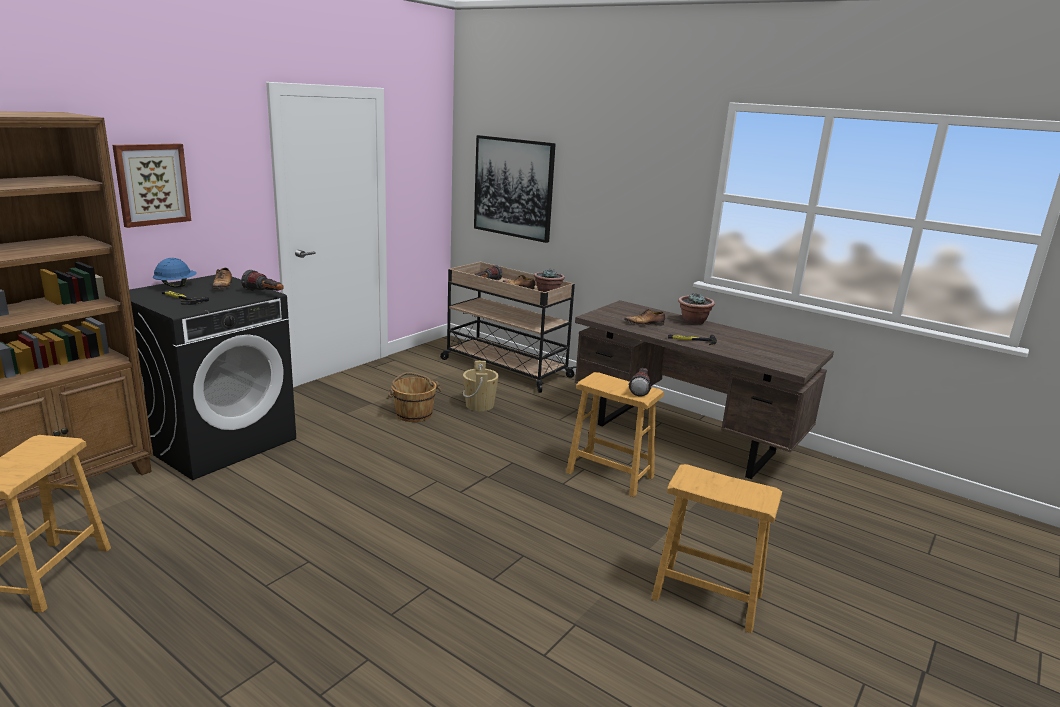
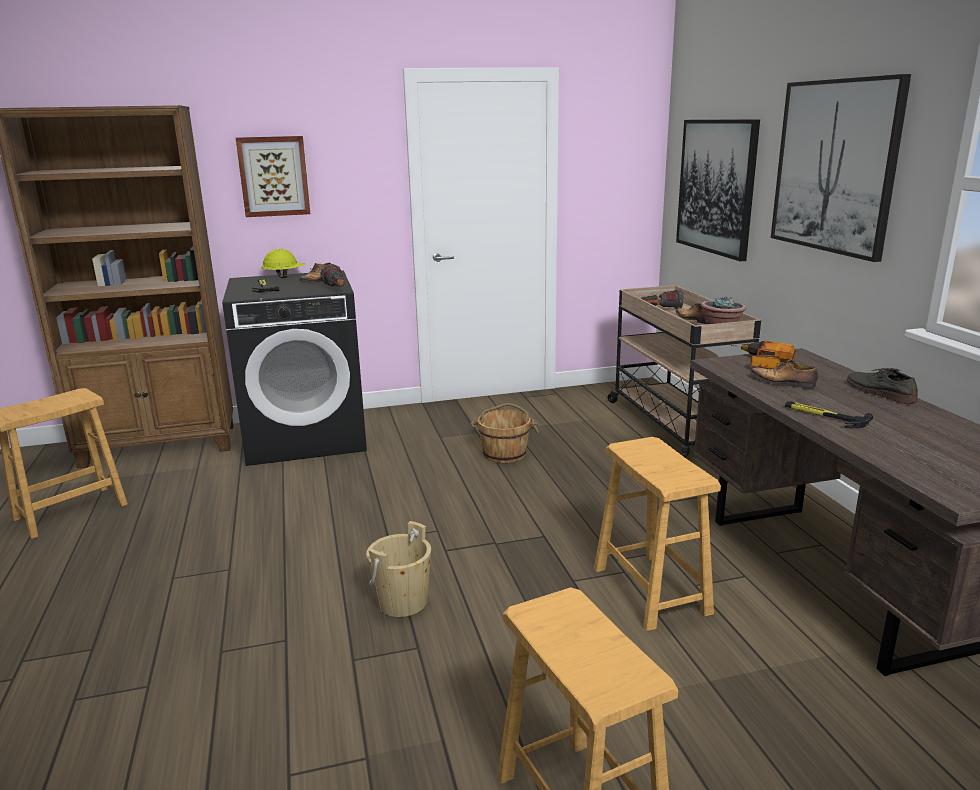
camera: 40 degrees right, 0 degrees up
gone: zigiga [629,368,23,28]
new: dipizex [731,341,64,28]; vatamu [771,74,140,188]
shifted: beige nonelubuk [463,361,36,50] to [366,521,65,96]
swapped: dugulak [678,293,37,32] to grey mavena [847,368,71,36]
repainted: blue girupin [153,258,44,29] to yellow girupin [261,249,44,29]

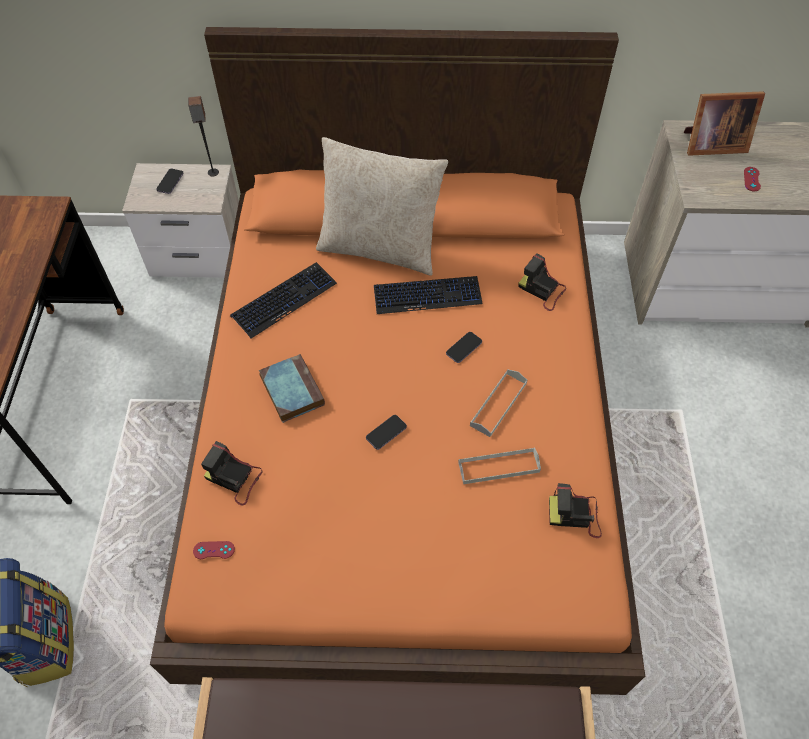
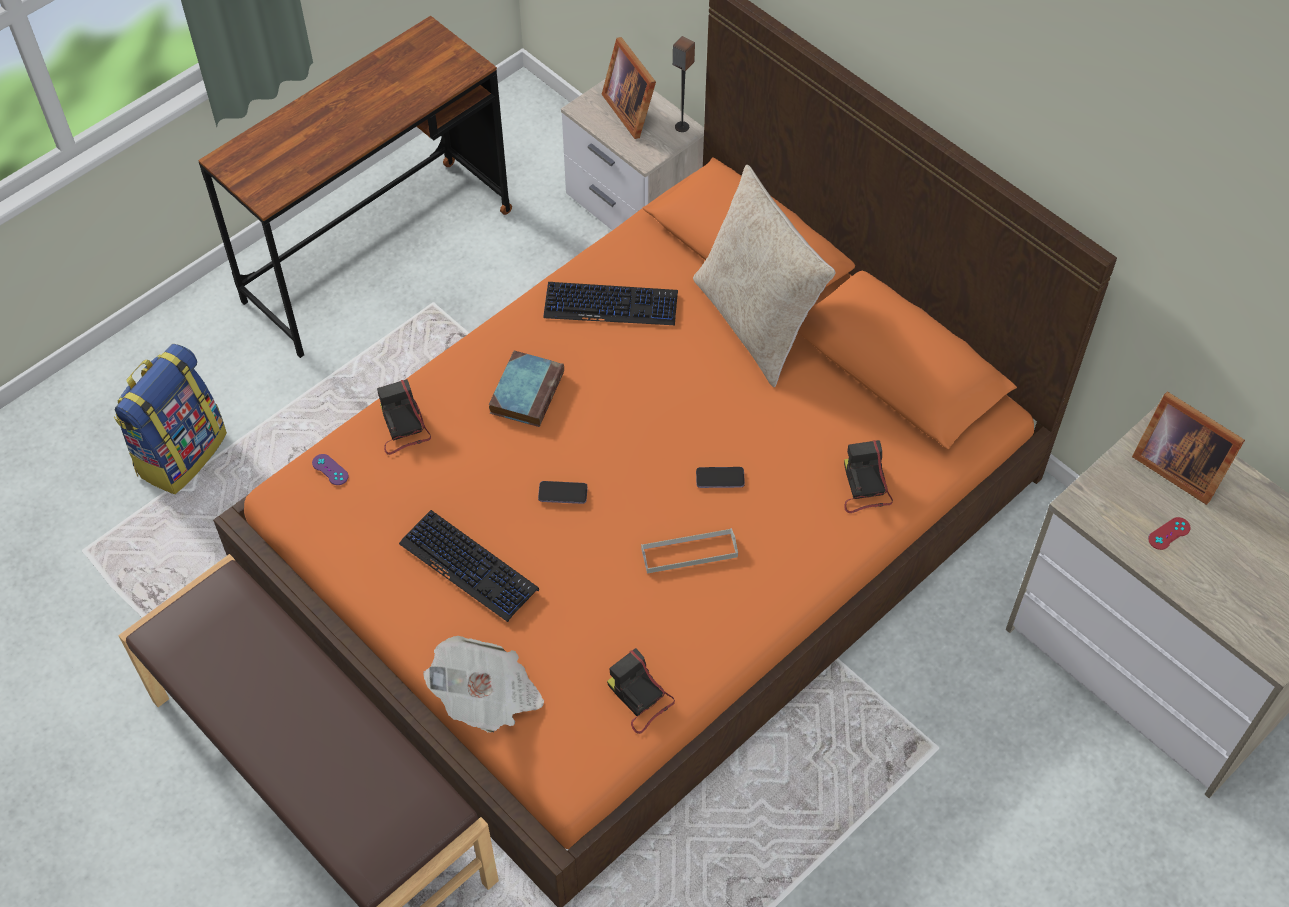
camera: 45 degrees right, 0 degrees up
gone: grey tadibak [458,447,83,37]
new: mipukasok [423,636,121,96]
shifted: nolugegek [374,276,108,38] to [399,510,140,112]
swapped: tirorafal [156,169,28,25] to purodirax [602,37,54,102]
repainted: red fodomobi [193,541,42,18] to purple fodomobi [312,454,36,31]

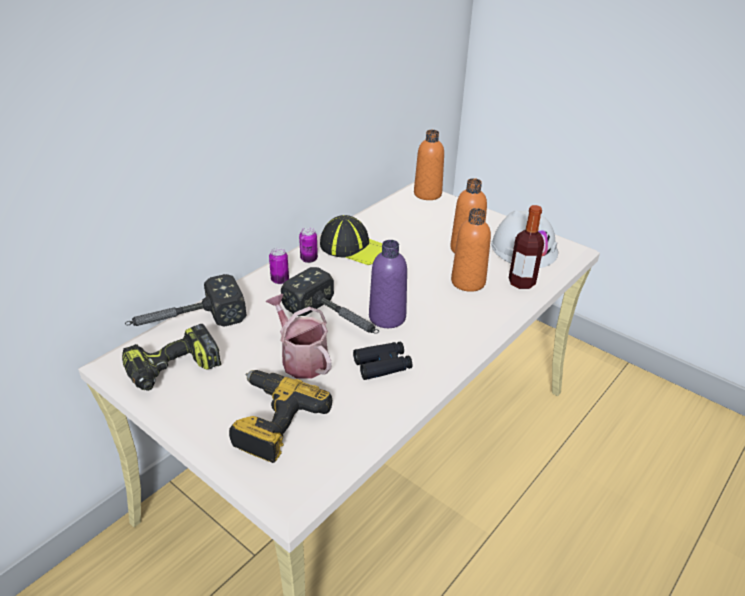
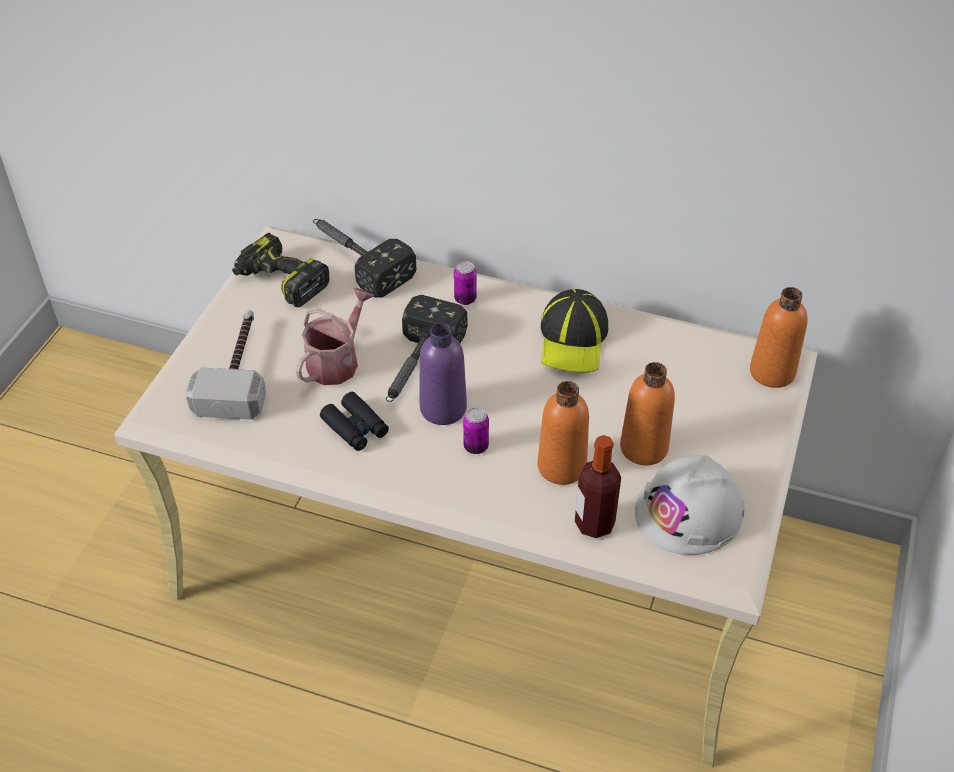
camera: 70 degrees right, 10 degrees up
shifted: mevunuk [299,227,19,36] to [463,407,26,47]
swapped: dipizex [229,370,103,93] to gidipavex [186,310,80,110]

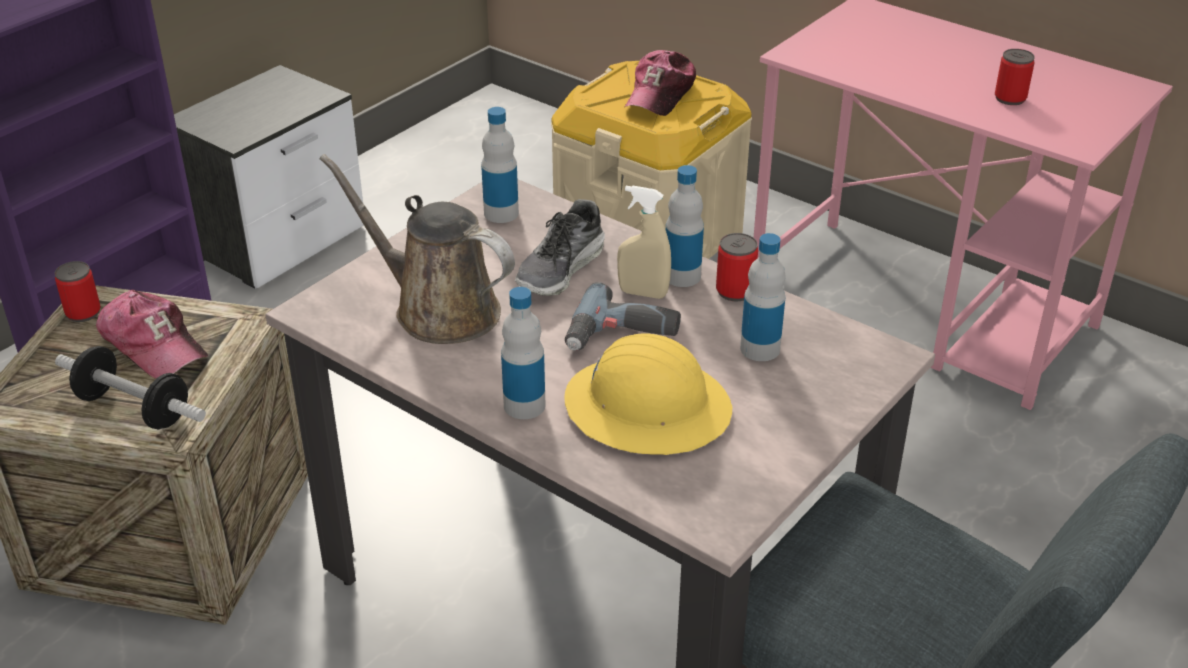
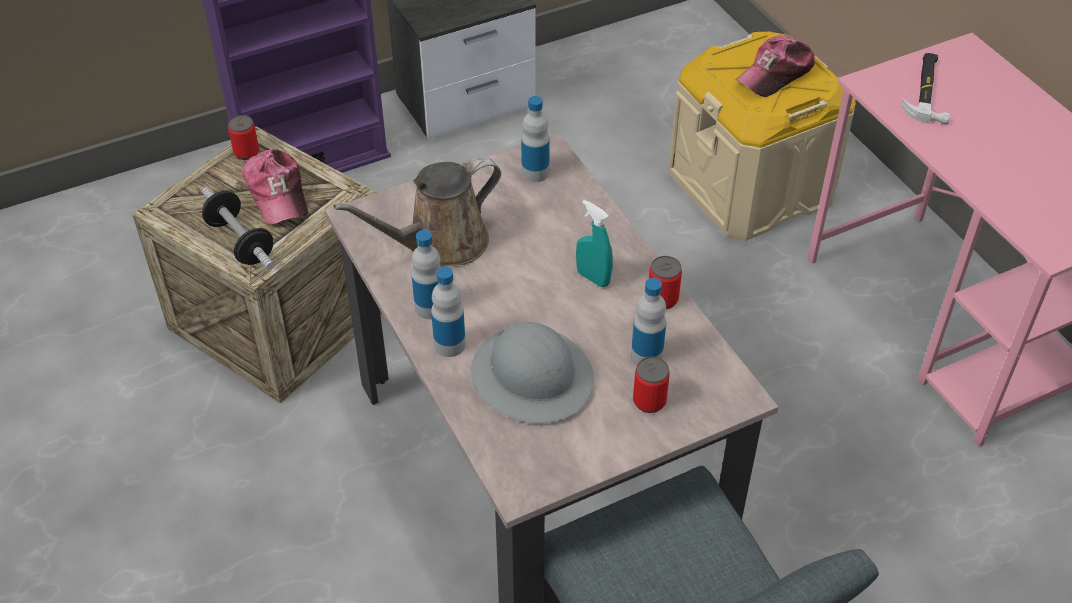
camera: 25 degrees right, 10 degrees up
gone: mavena [515,199,90,97]; dipizex [565,282,116,68]
new: gidipavex [902,53,48,72]
shifted: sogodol [666,165,38,122] to [411,230,30,89]; mevunuk [995,49,40,56] to [633,357,37,56]
repainted: yellow girupin [564,333,168,122] to grey girupin [471,322,123,102]; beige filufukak [617,186,54,113] to turquoise filufukak [576,200,37,87]
rotated: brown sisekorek [319,154,196,190] = [333,157,168,109] 90 degrees counterclockwise

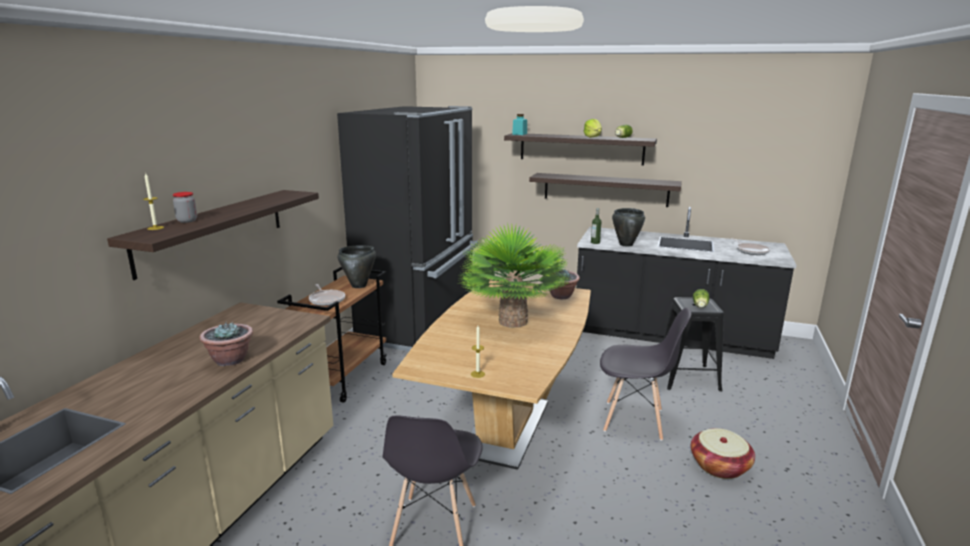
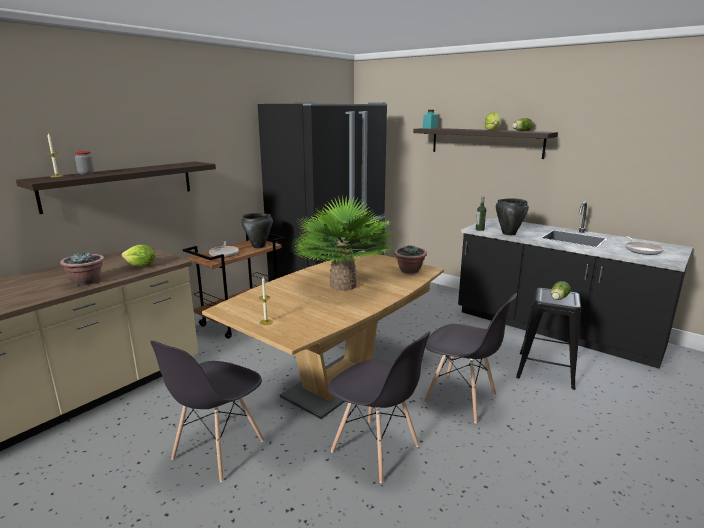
camera: 20 degrees right, 0 degrees up
gone: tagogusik [529,173,153,34]; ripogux [691,428,64,51]
new: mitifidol [121,245,35,21]; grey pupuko [328,331,103,152]

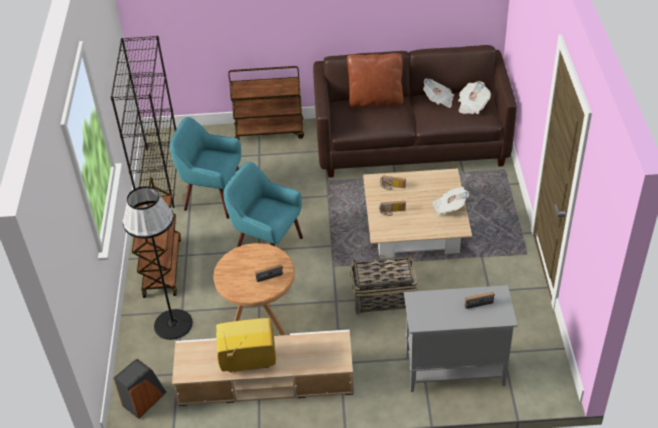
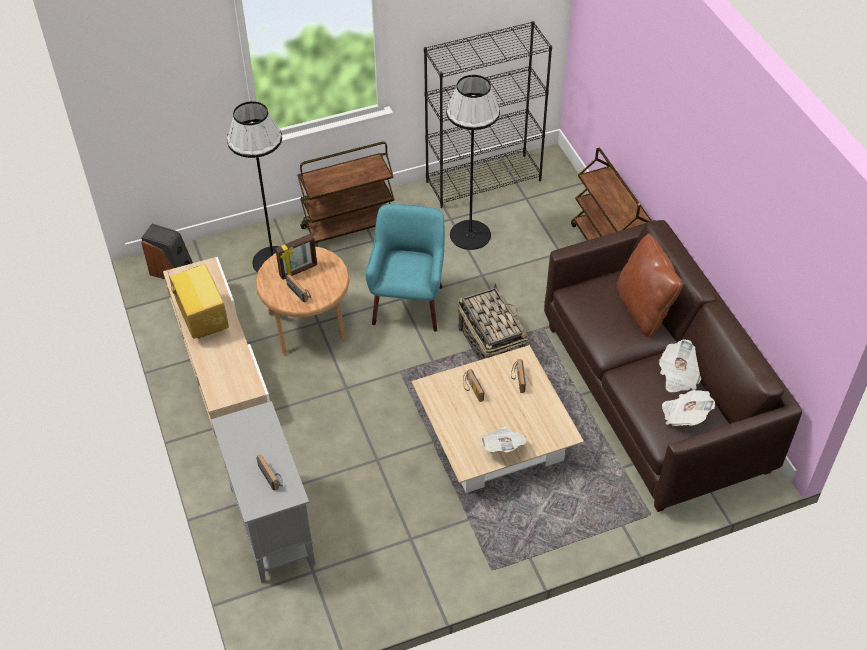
camera: 70 degrees right, 5 degrees up
new: purodirax [275,234,42,46]
shifted: ripogux [350,254,67,61] to [458,284,71,76]
swapped: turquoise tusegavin [170,117,71,102] to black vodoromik [446,75,54,175]

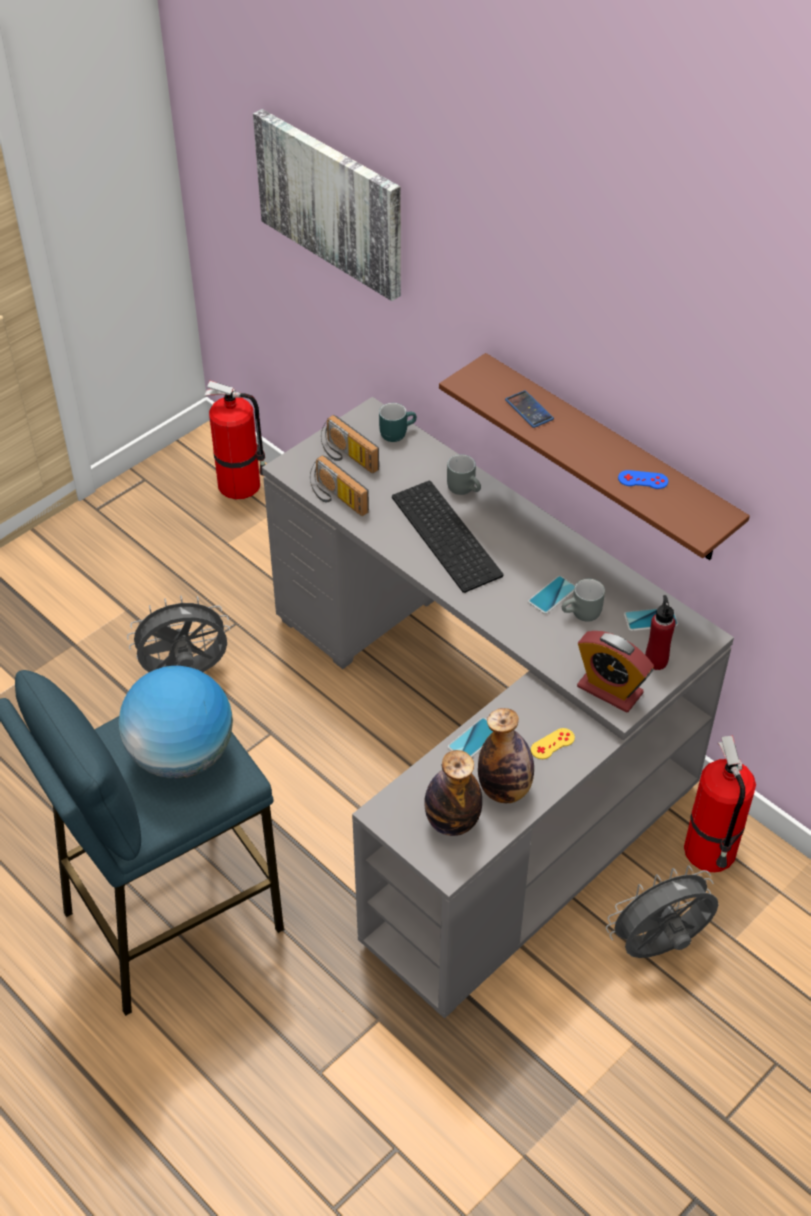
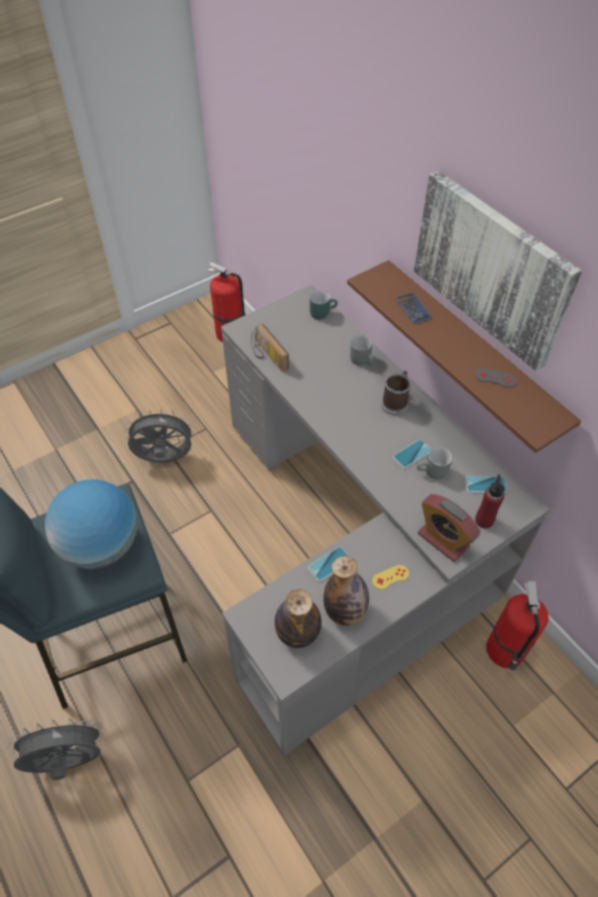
camera: 10 degrees right, 5 degrees up
gone: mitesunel [321,415,58,58]; nolugegek [392,481,111,112]
new: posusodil [381,371,30,44]
shifted: vatamu [253,109,148,192] to [414,171,168,200]; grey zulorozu [606,865,113,93] to [8,718,98,62]
repainted: blue fodomobi [618,470,50,19] to grey fodomobi [475,368,41,20]

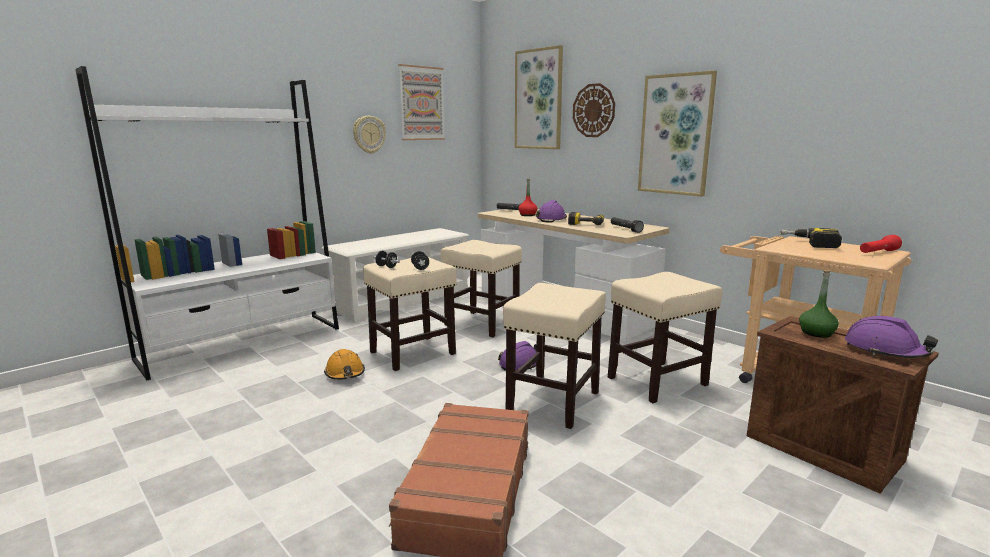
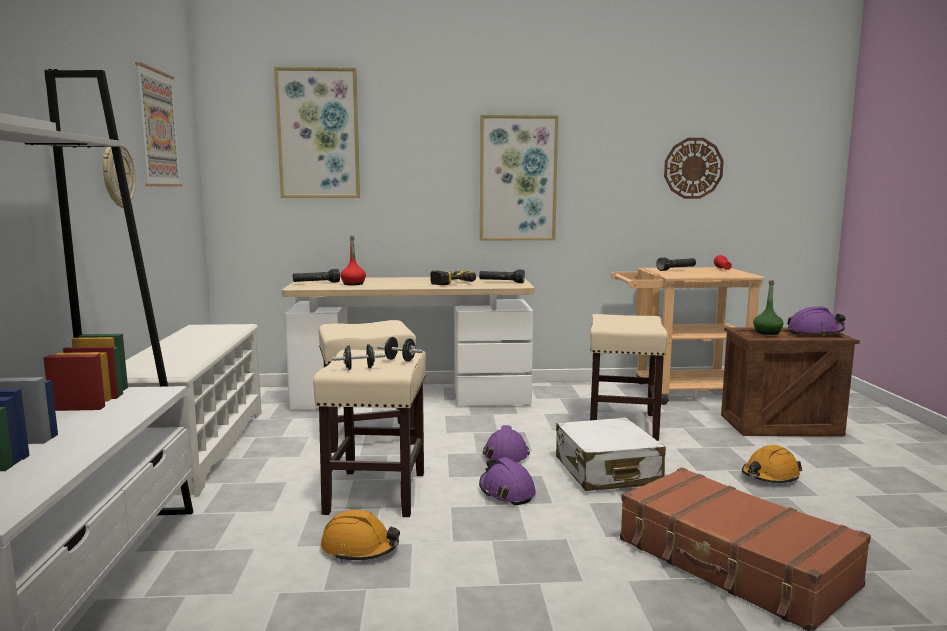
camera: 50 degrees left, 5 degrees down
new: orange girupin [742,445,60,38]
shifted: purple girupin [536,200,31,23] to [479,457,57,48]; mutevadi [573,83,42,54] to [664,138,60,61]
swapped: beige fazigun [503,283,103,146] to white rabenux [556,417,110,74]; dipizex [781,228,61,20] to black zigiga [656,257,40,14]

